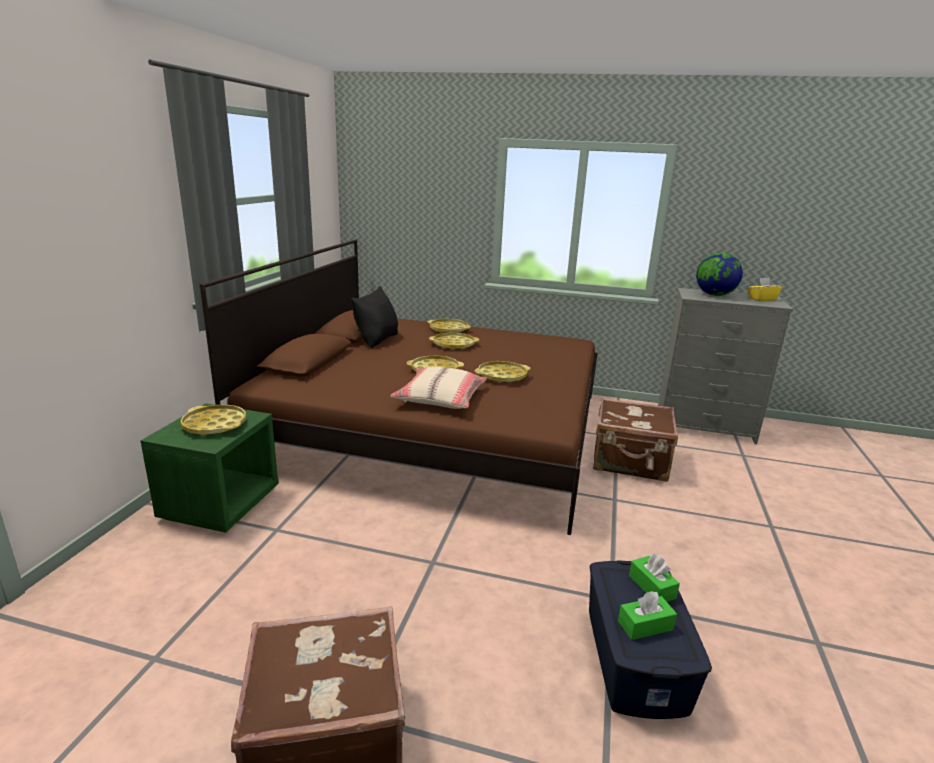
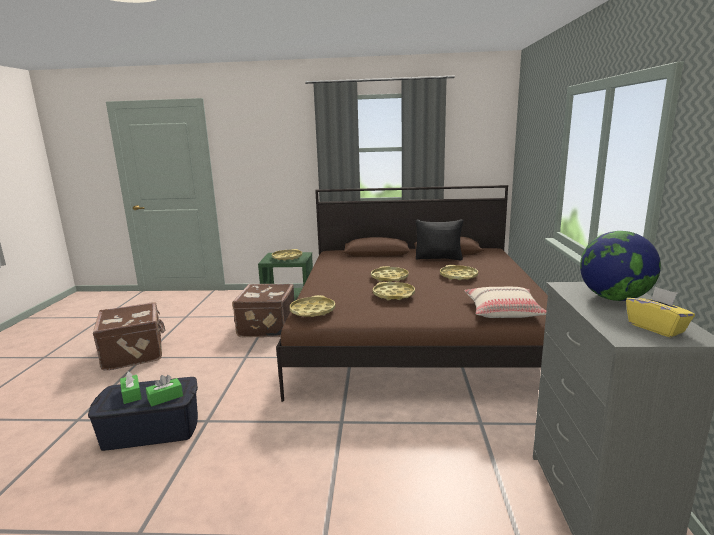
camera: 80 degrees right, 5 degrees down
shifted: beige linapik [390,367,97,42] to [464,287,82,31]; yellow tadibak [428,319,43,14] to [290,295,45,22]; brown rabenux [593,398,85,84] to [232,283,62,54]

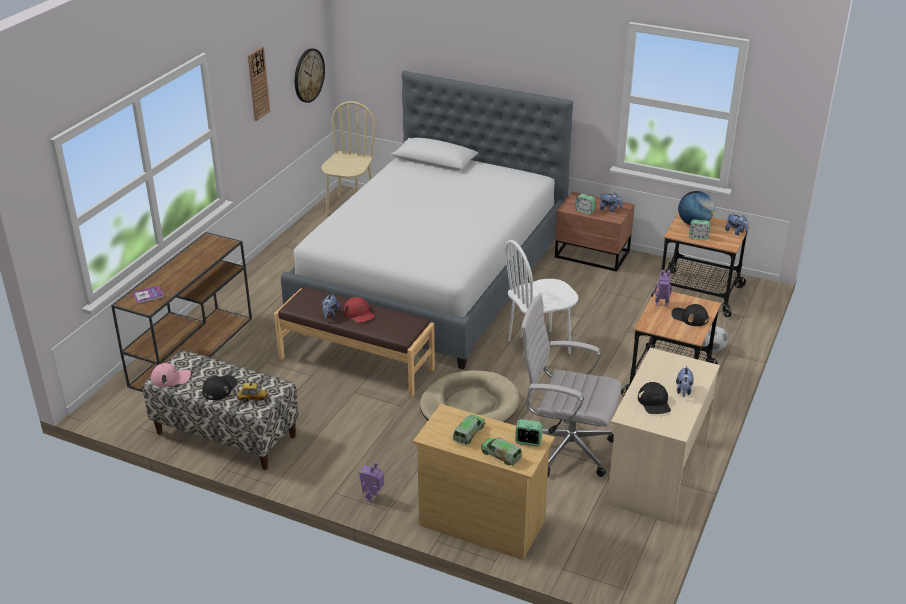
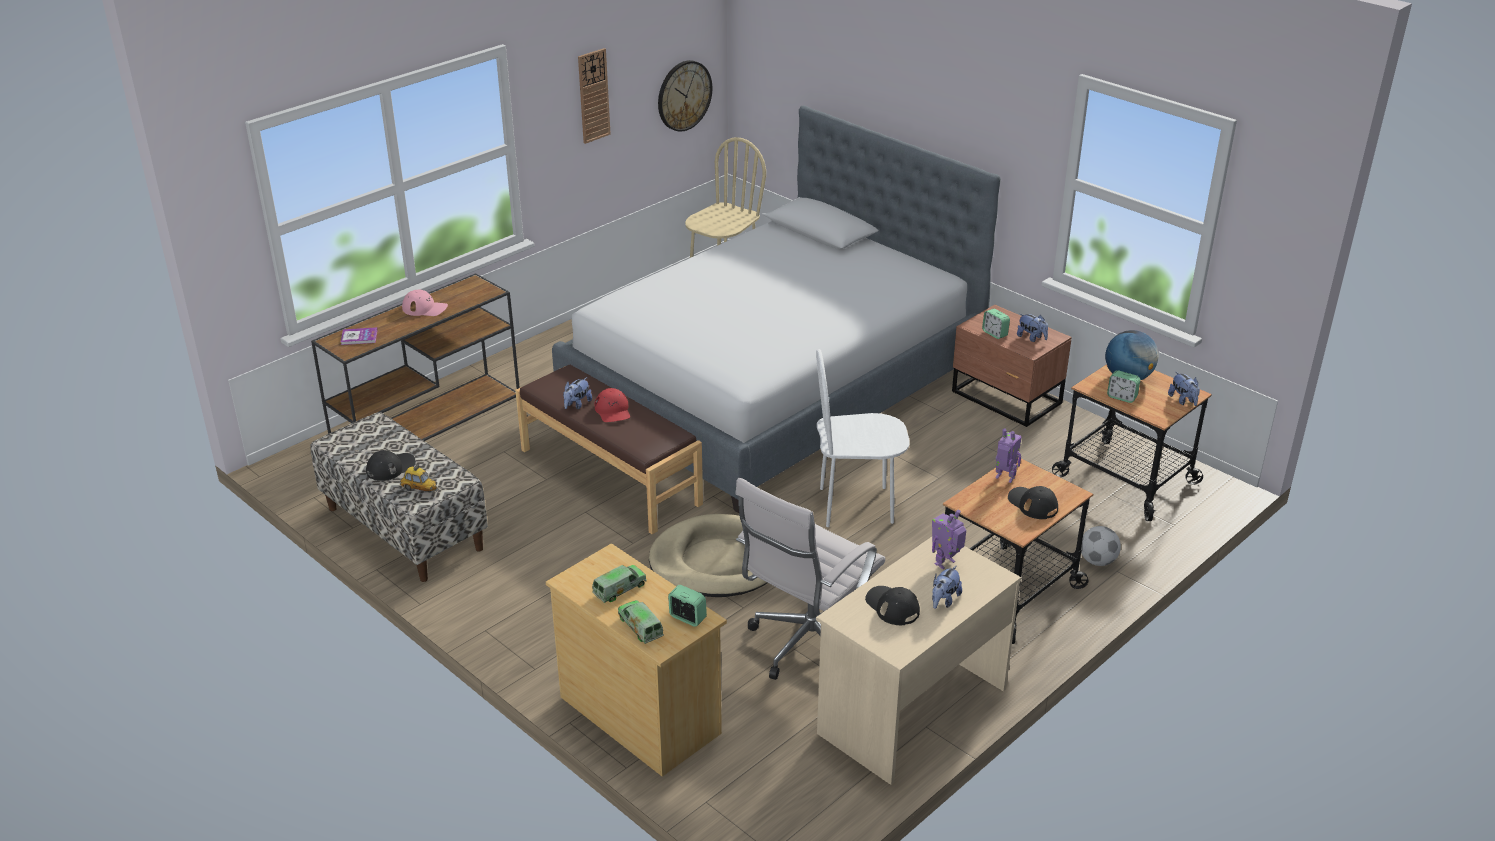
camera: 20 degrees right, 0 degrees up
shifted: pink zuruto [151,363,40,24] to [402,290,46,26]; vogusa [359,461,25,42] to [932,510,34,59]
rotated: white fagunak [520,294,102,183] = [735,478,150,202] 90 degrees counterclockwise; black zuruto [638,382,33,32] = [865,586,55,39] 135 degrees clockwise

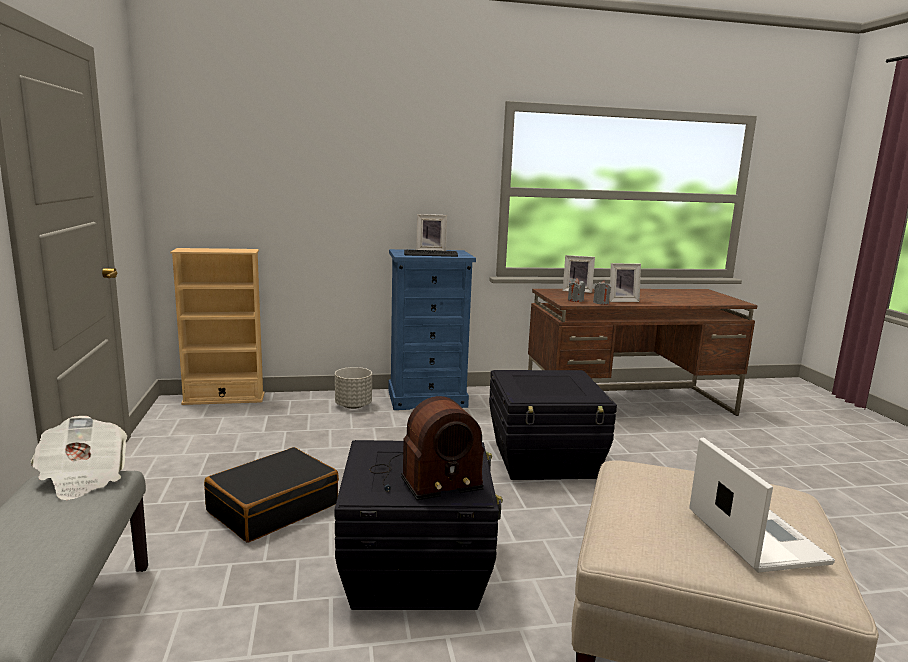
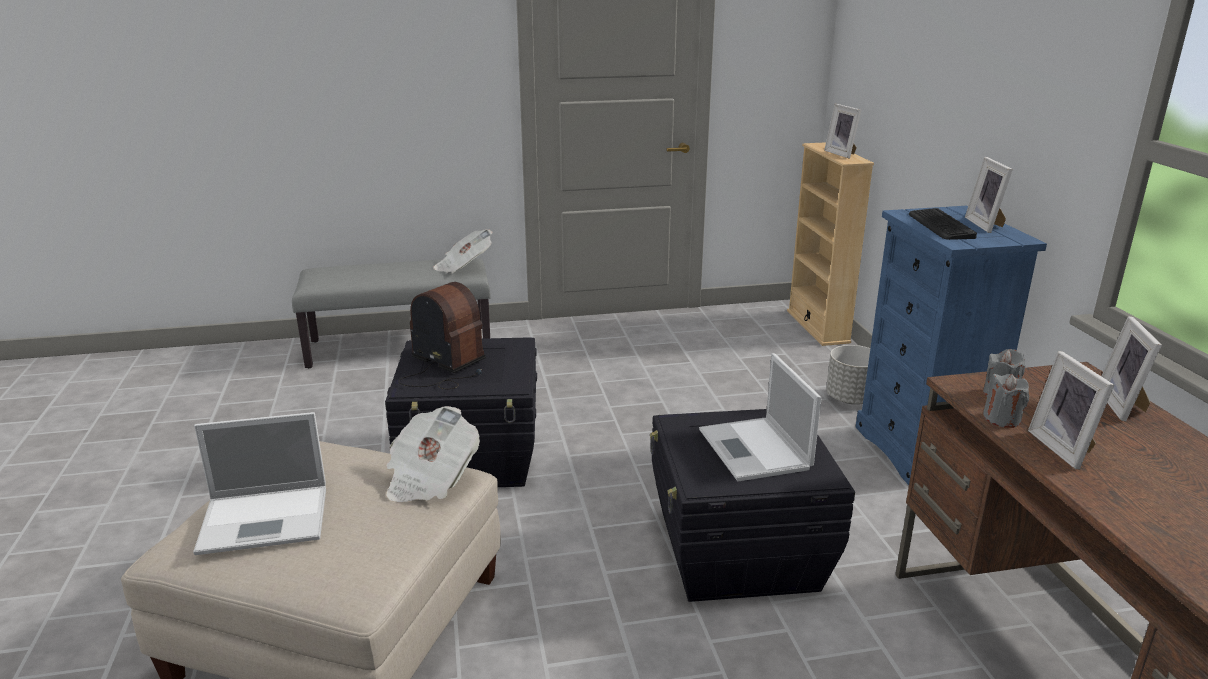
camera: 90 degrees right, 10 degrees up
gone: black rabenux [204,447,135,96]
new: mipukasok [386,406,94,96]; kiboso [699,353,123,128]; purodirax [824,104,37,54]
rotated: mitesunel [370,396,114,104] = [398,282,88,107] 150 degrees clockwise

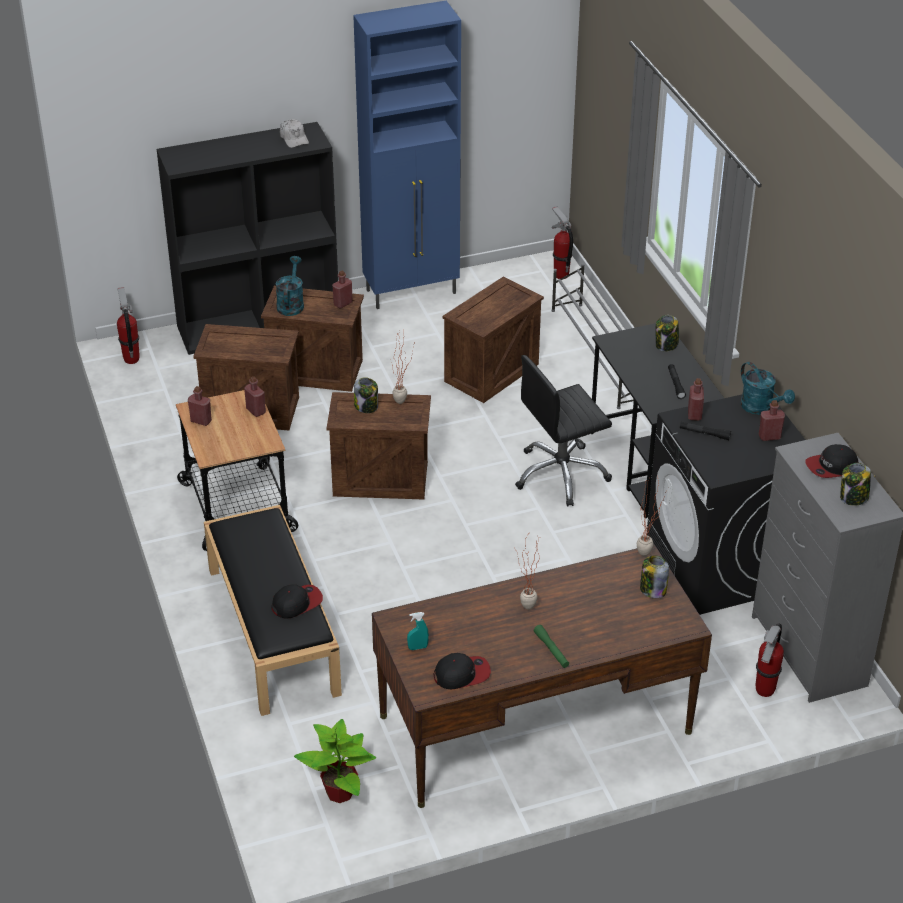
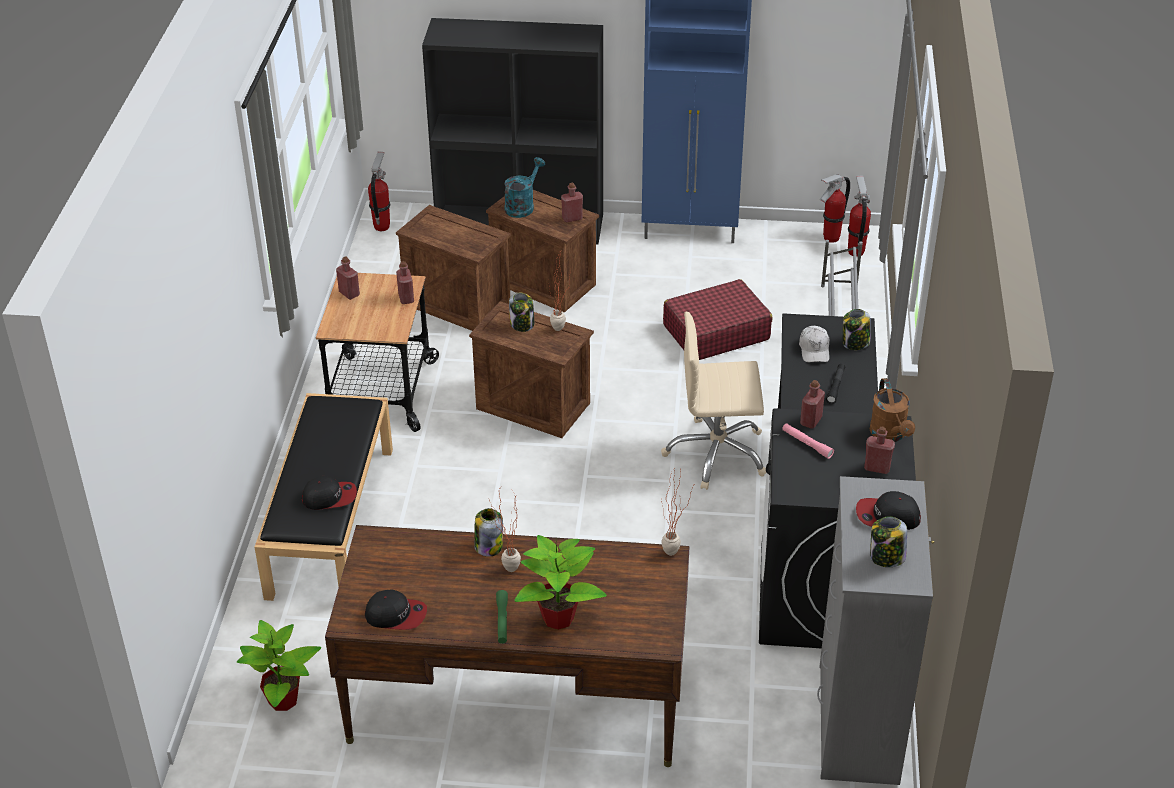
camera: 25 degrees right, 0 degrees up
gone: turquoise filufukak [407,612,22,38]
new: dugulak [514,535,93,95]
shifted: white zuruto [280,119,29,29] to [799,326,30,36]; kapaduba [640,555,29,44] to [474,508,29,49]; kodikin [756,624,28,73] to [820,175,30,68]
swapped: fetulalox [442,277,102,126] to red rabenux [663,279,109,81]
repainted: black fagunak [515,355,97,152] to beige fagunak [661,312,105,178]; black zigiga [680,421,51,19] to pink zigiga [782,423,52,36]; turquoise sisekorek [741,362,54,53] to brown sisekorek [869,378,46,64]

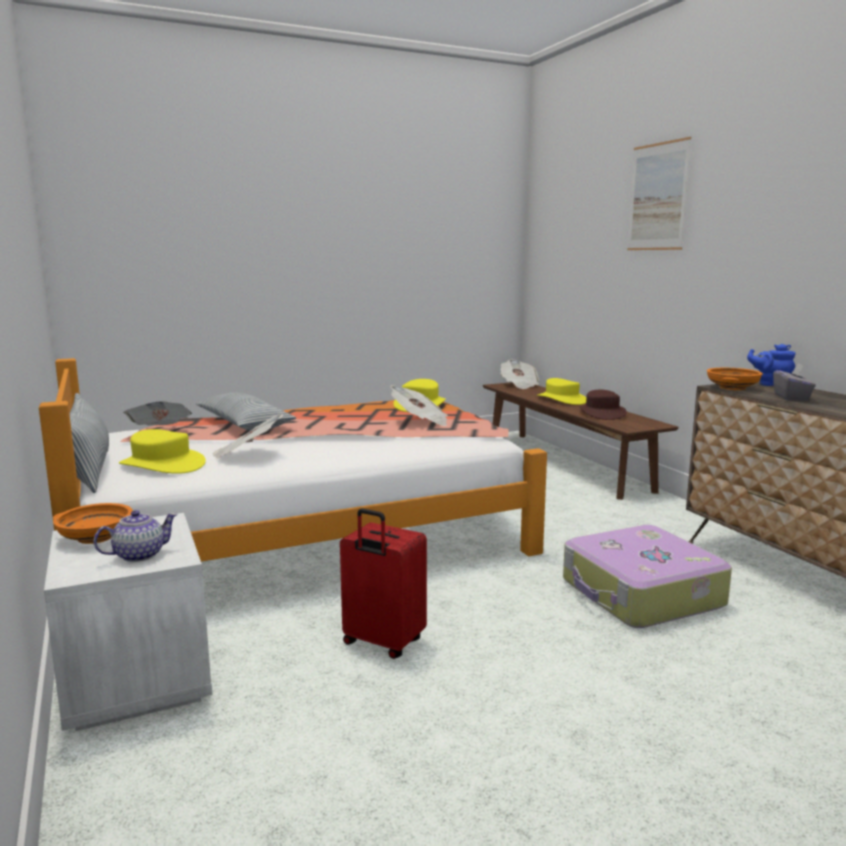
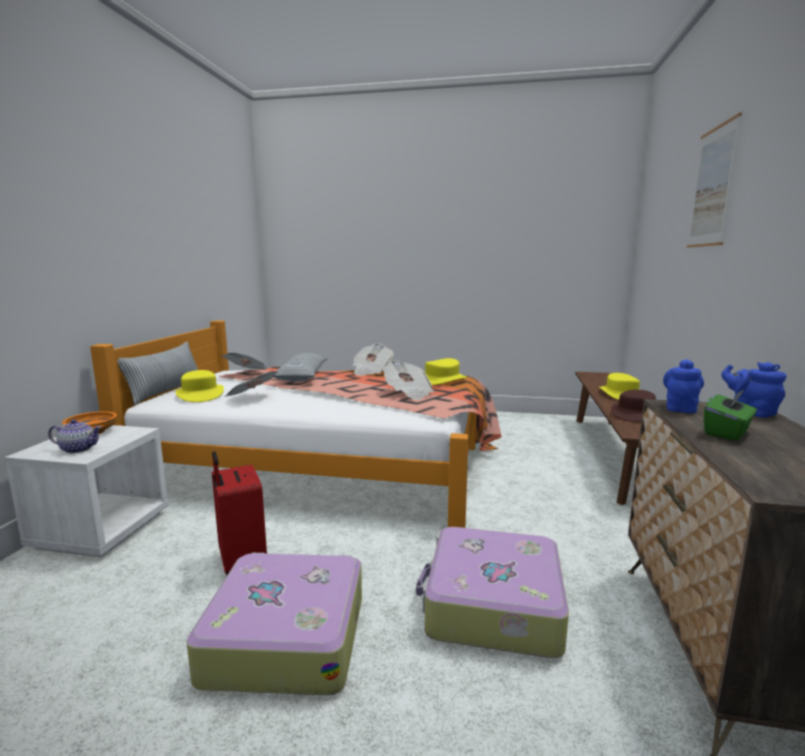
camera: 35 degrees right, 0 degrees up
new: rabenux [186,553,176,143]
shifted: mipukasok [501,359,38,30] to [353,344,41,32]
swapped: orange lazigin [707,368,56,22] to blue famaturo [663,359,41,54]
repainted: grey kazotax [773,363,43,38] to green kazotax [704,389,53,52]

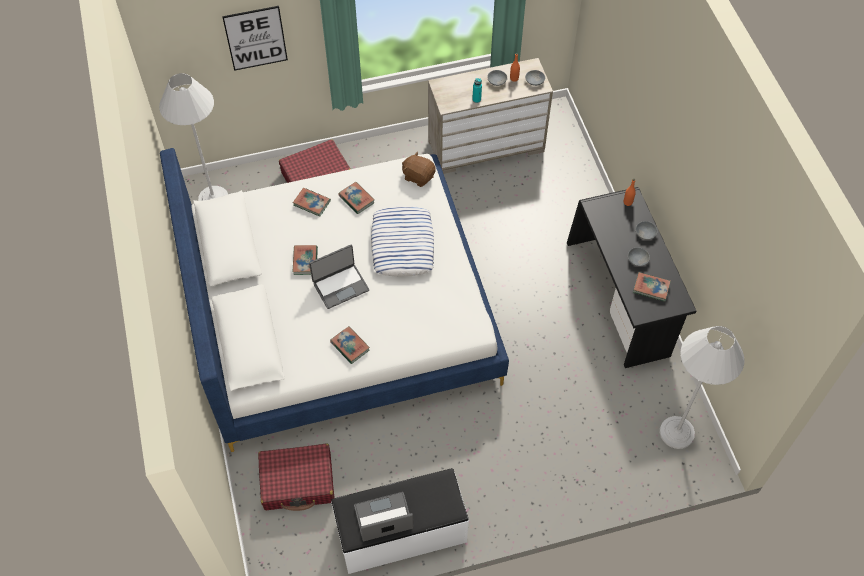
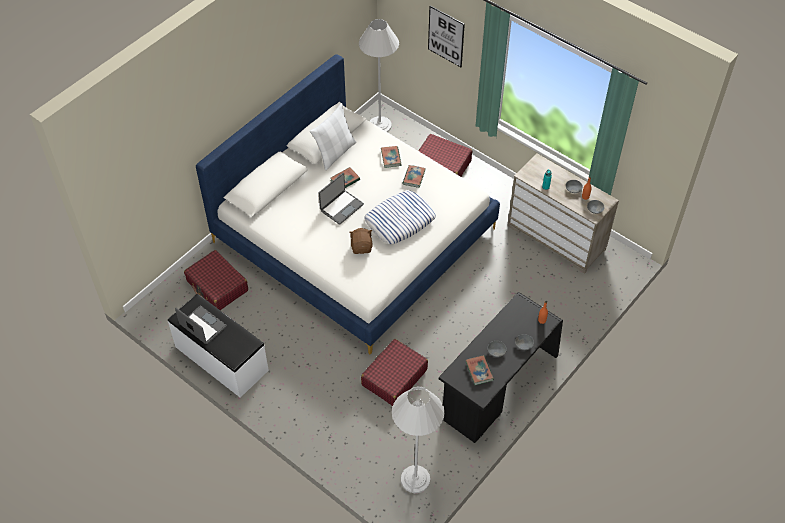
camera: 55 degrees right, 5 degrees down
gone: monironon [330,326,40,38]
new: white linapik [310,103,46,67]; red rabenux [361,339,67,67]
shifted: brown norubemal [402,152,33,35] to [349,228,24,26]
rotated: kiboso [309,244,60,65] = [319,173,45,52] 75 degrees counterclockwise

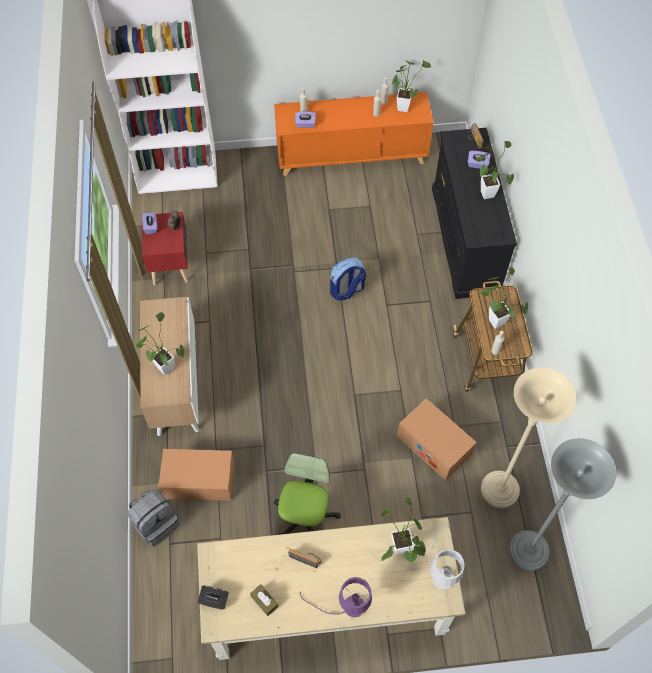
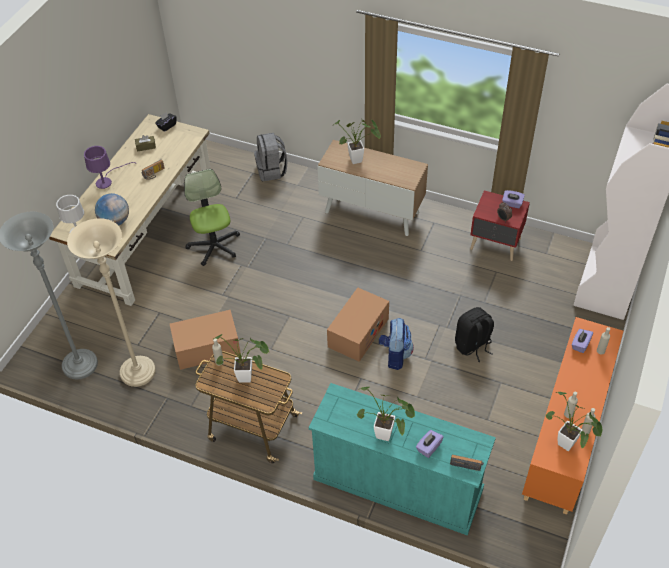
camera: 120 degrees right, 10 degrees down
new: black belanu [455,307,39,55]
shifted: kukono [158,449,77,52] to [327,288,62,74]
swapped: dugulak [381,497,45,67] to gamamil [95,193,34,33]
repainted: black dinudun [432,128,85,171] to turquoise dinudun [309,383,187,153]
rotated: fagunak [274,453,67,82] = [184,169,56,97] 150 degrees counterclockwise

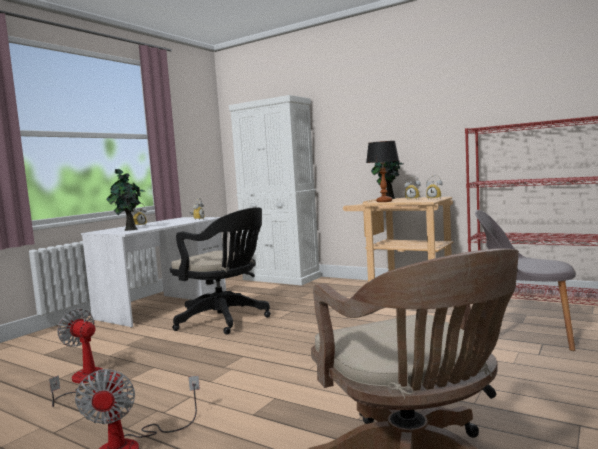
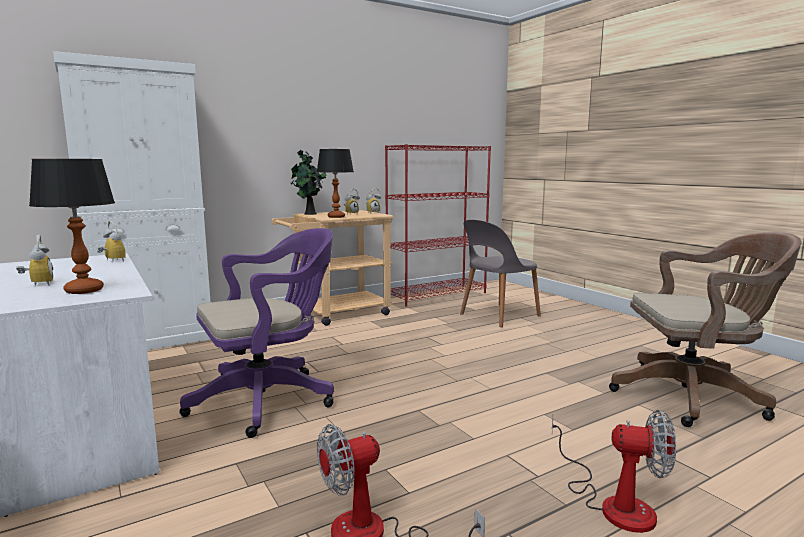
camera: 65 degrees left, 5 degrees up
swapped: dugulak [106,169,38,62] to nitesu [29,159,86,135]
repainted: black fagunak [170,207,101,128] to purple fagunak [180,228,154,210]

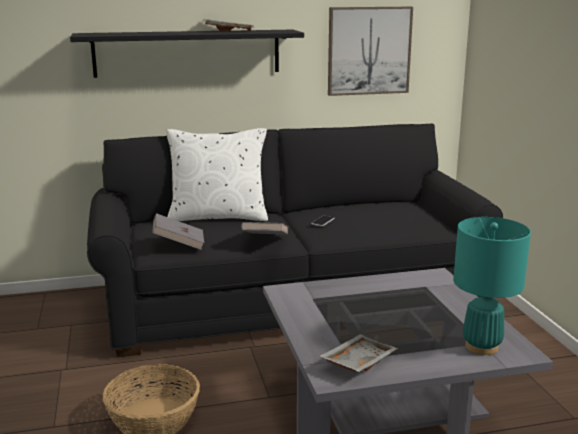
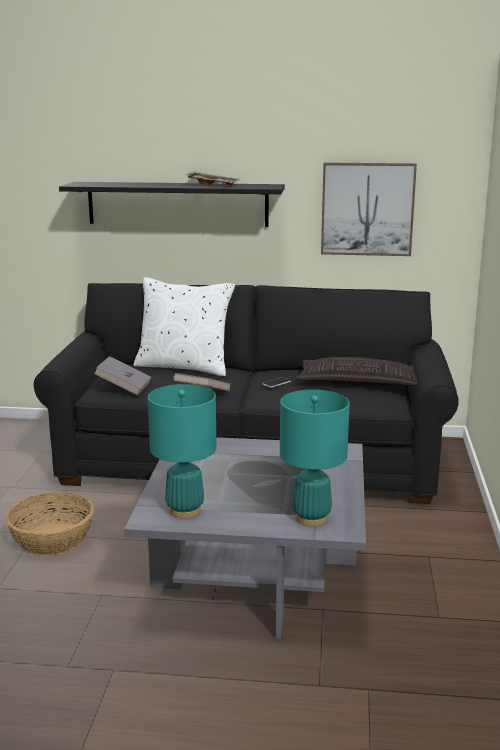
camera: 20 degrees right, 0 degrees up
new: linapik [295,357,122,29]
swapped: grey tadibak [320,334,78,38] to turquoise nitesu [148,384,69,134]

